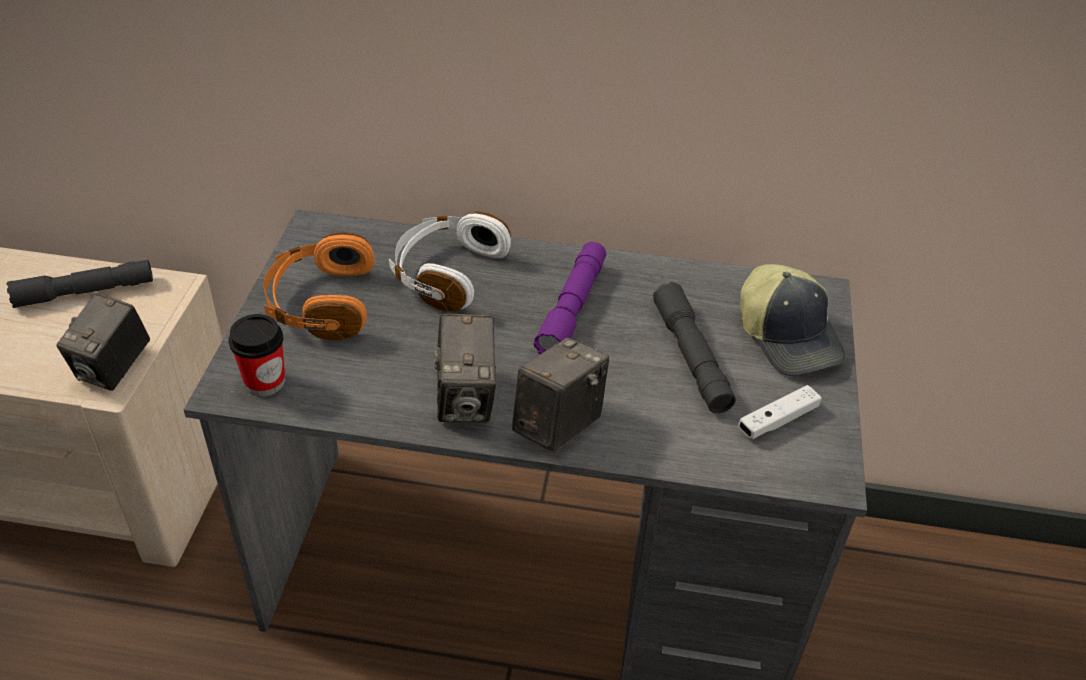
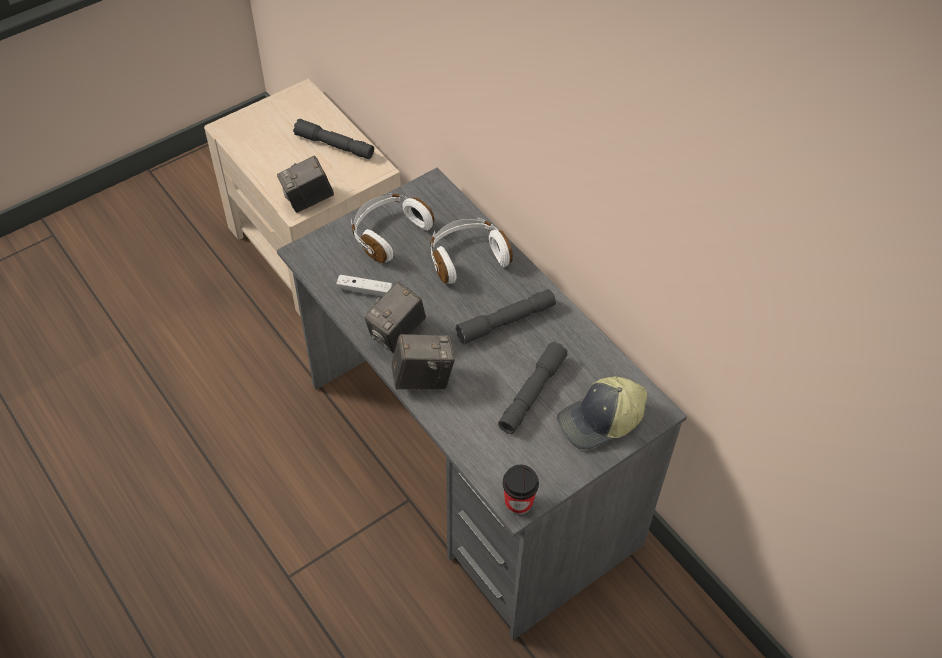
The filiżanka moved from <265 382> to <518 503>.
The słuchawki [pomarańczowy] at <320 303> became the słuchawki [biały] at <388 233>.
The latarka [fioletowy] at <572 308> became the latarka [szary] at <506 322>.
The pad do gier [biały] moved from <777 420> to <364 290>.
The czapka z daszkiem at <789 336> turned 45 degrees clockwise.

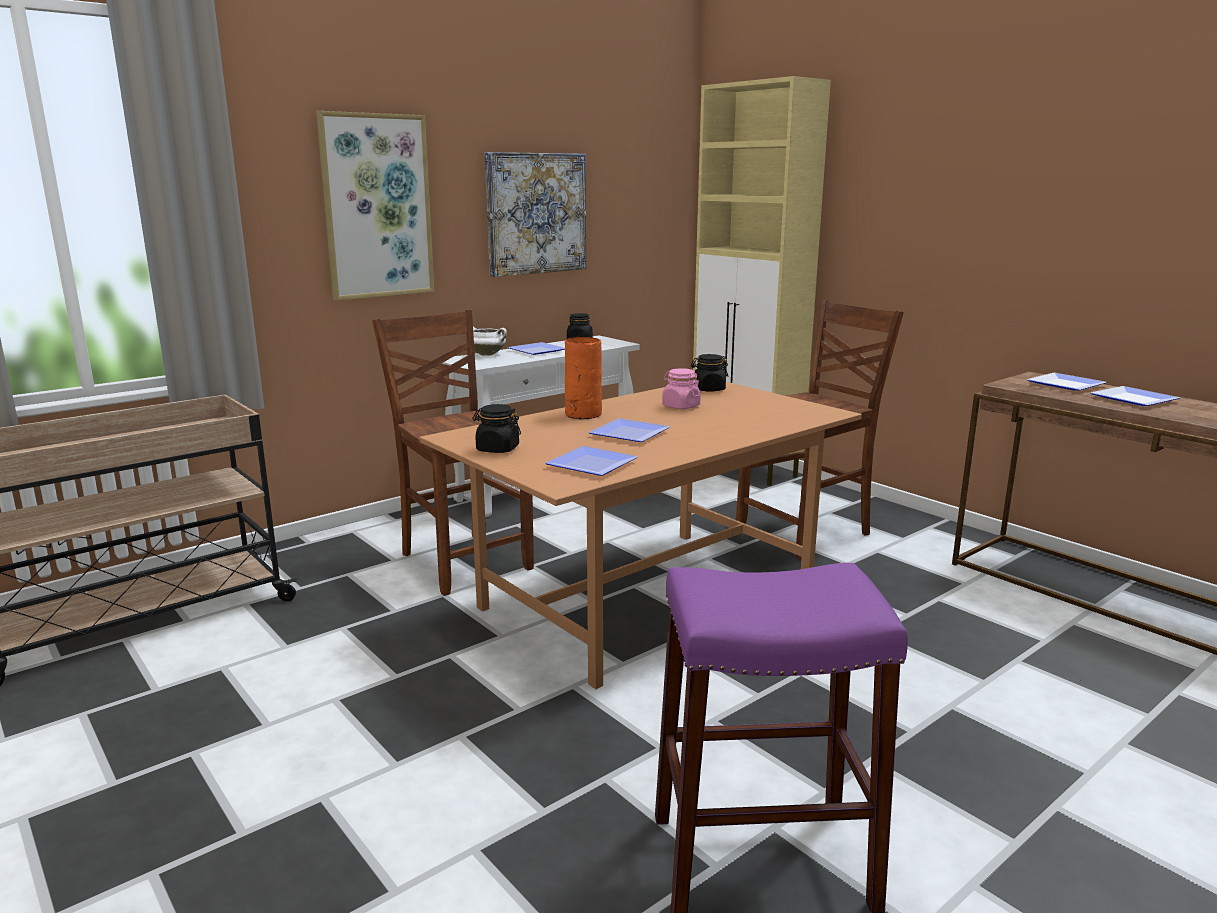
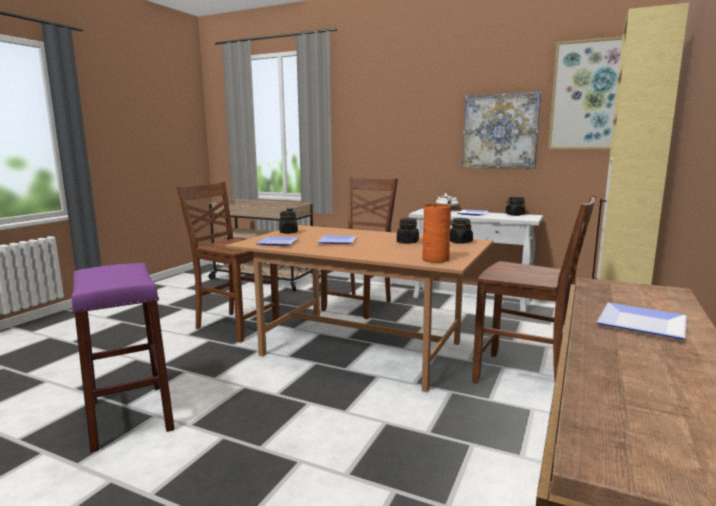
The obraz moved from <377 207> to <587 95>.
The wazon [pomarańczowy] moved from <582 414> to <434 259>.
The słoik [różowy] at <680 406> became the słoik [czarny] at <407 242>.
The talerz at <1068 385> disappeared.
The krzesło [brązowy] at <236 326> appeared.

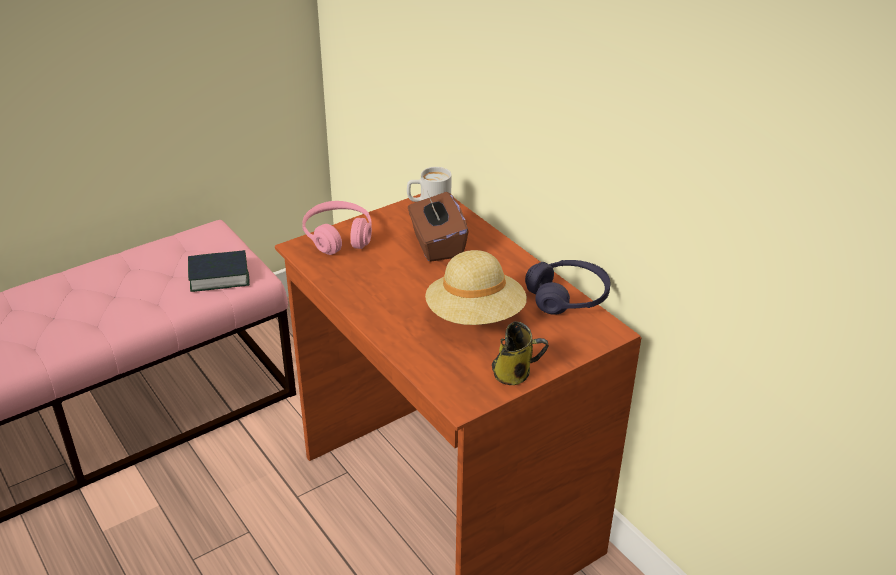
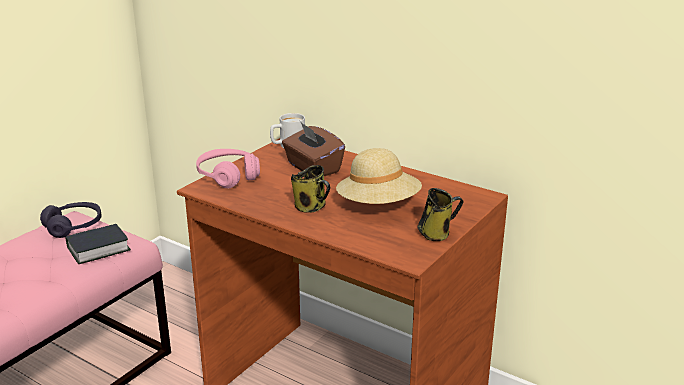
The słuchawki [fioletowy] moved from <567 297> to <74 226>.
The kubek at <311 207> appeared.

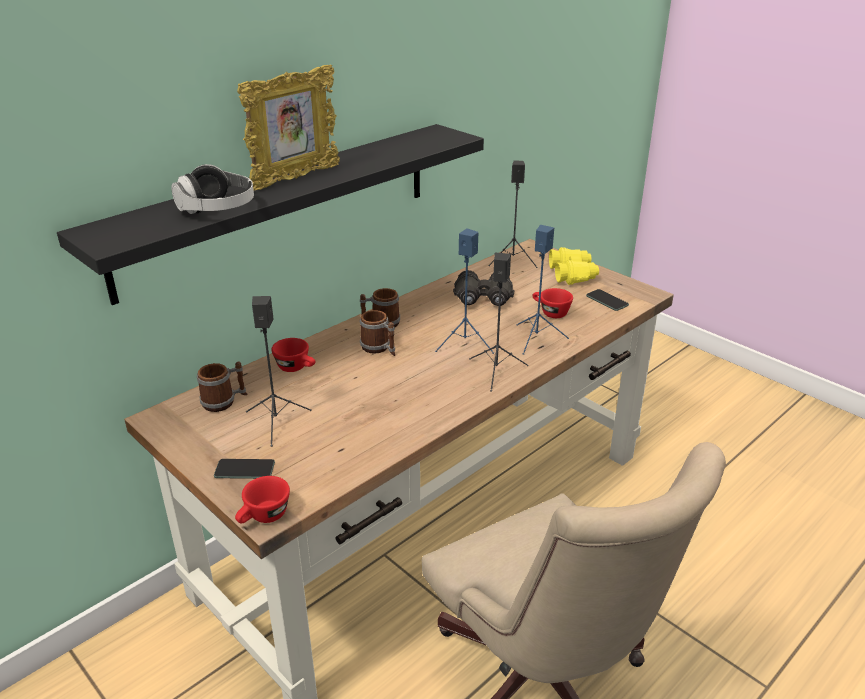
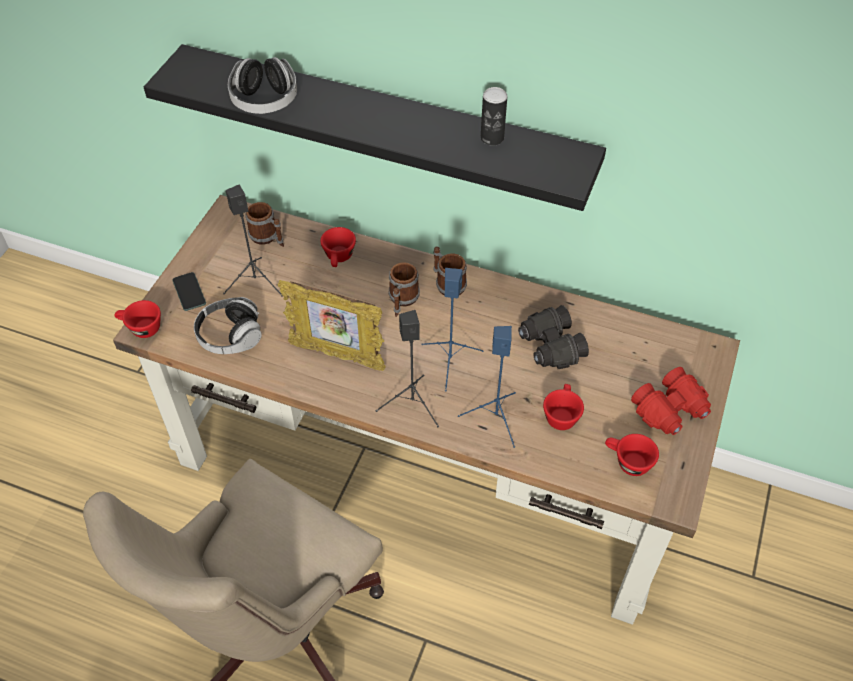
The ramka na zdjęcie moved from <295 178> to <337 356>.
The głośnik [czarny] at <513 260> disappeared.
The lornetka [żółty] at <572 274> became the lornetka [czerwony] at <671 410>.
The telefon at <607 300> was replaced by the filiżanka [czerwony] at <627 462>.
The słuchawki at <230 336> appeared.
The puszka at <492 138> appeared.

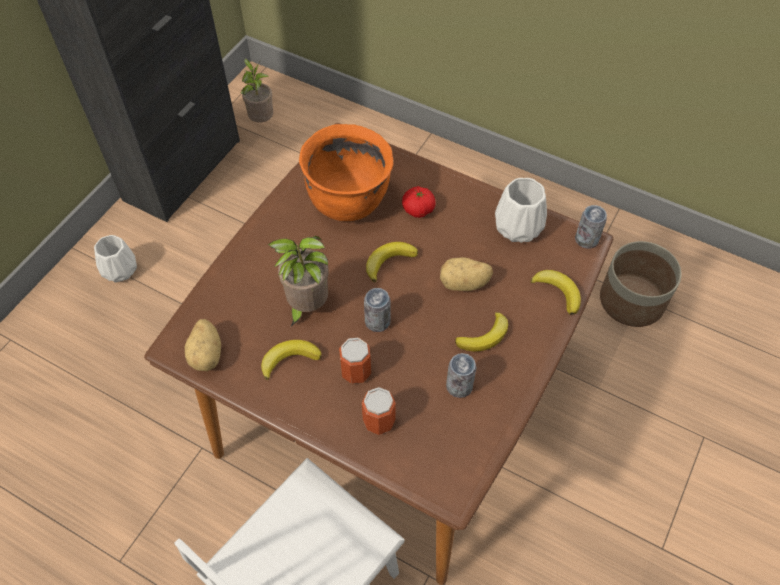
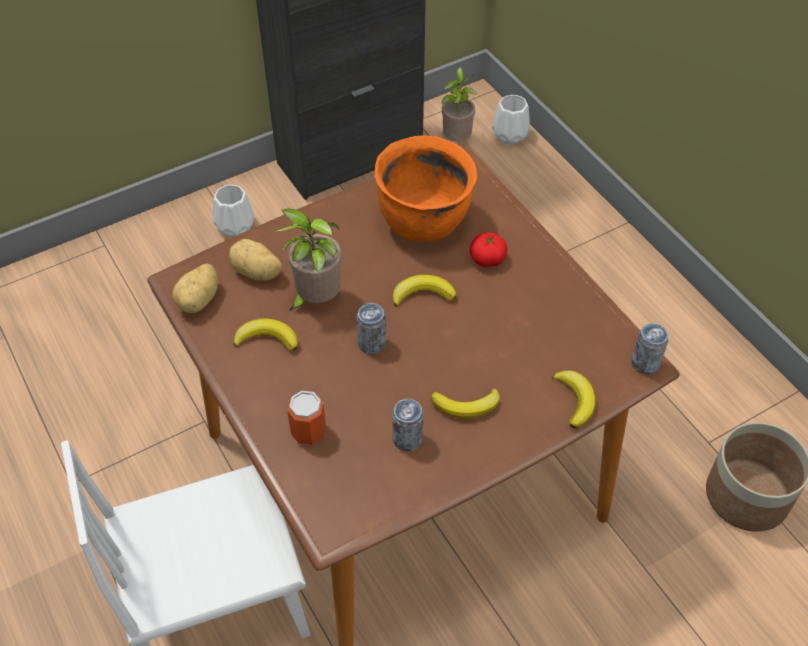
The puszka at <356 371> disappeared.
The ziemniak moved from <464 284> to <257 273>.
The wazon [biały] moved from <518 226> to <510 134>.

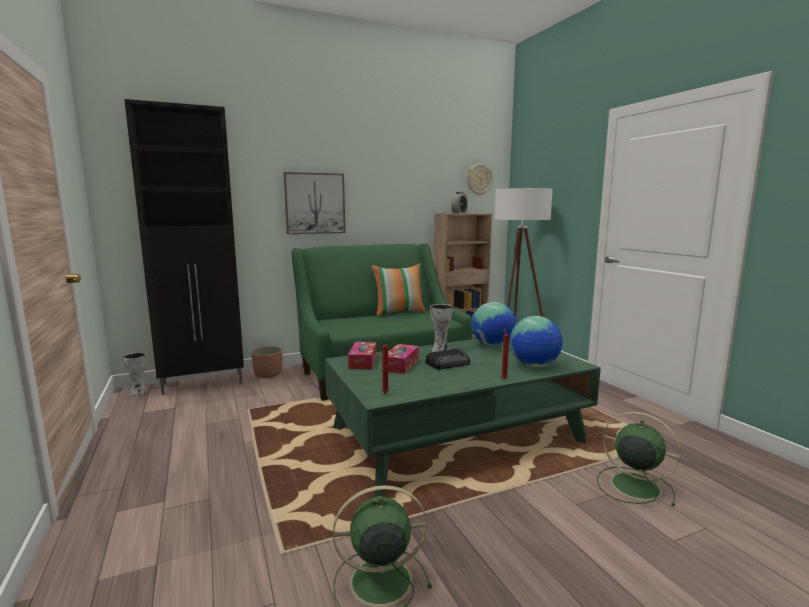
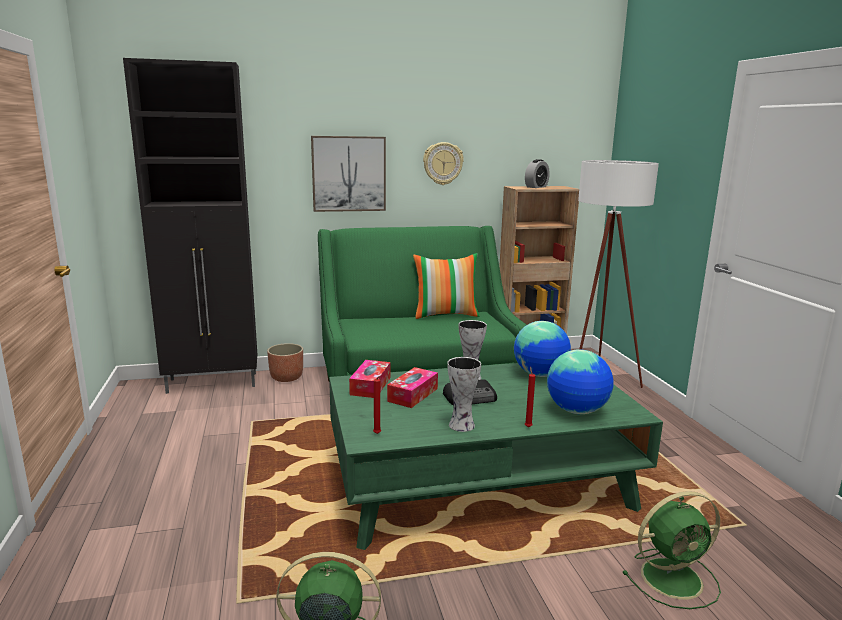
The wazon moved from <138 392> to <461 426>.
The zegar ścienny moved from <479 179> to <442 163>.
The wentylator [zielony] at <632 486> turned 120 degrees clockwise.

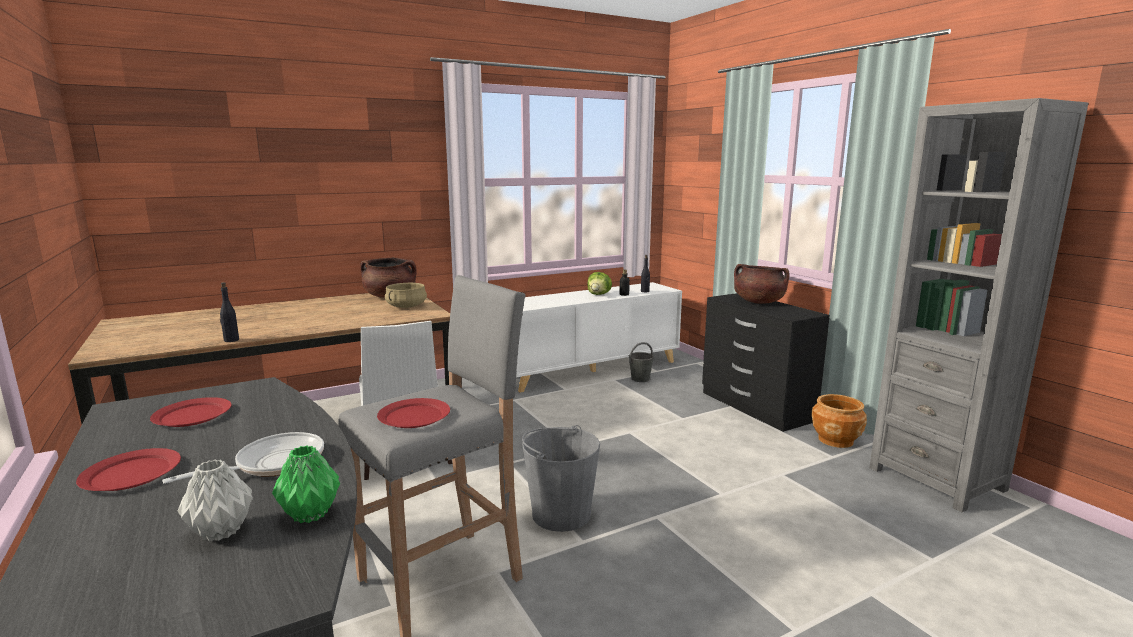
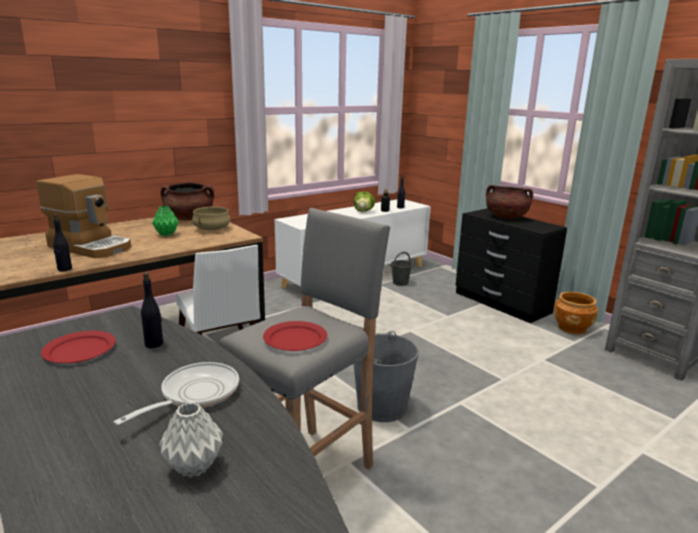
The talerz [czerwony] at <132 474> disappeared.
The wazon [zielony] moved from <309 514> to <166 234>.
The ekspres do kawy at <91 246> appeared.
The butelka [czarny] at <154 344> appeared.

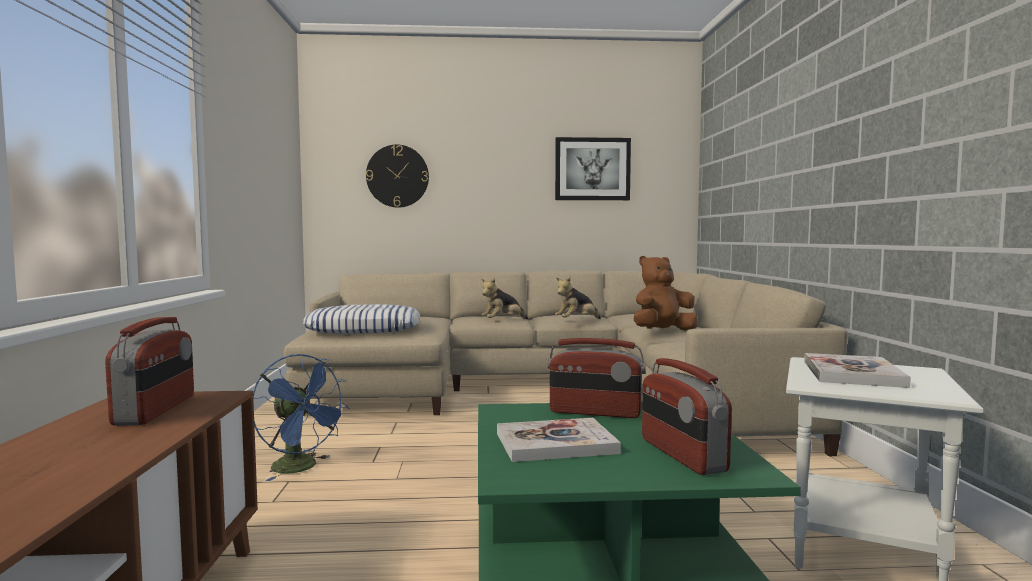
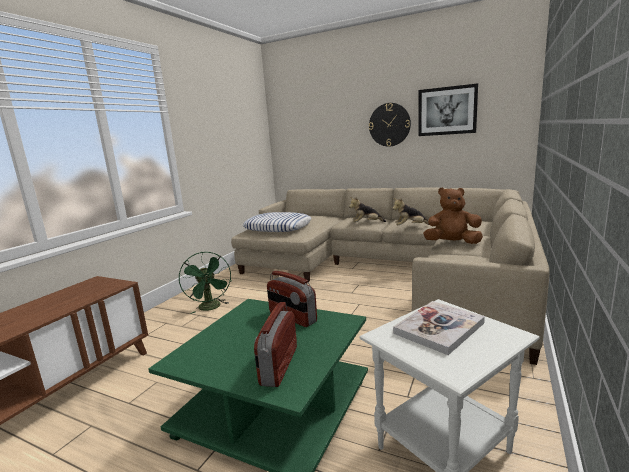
The radio at <156 410> disappeared.
The wentylator [niebieski] at <301 468> became the wentylator [zielony] at <211 308>.
The zegar ścienny moved from <397 176> to <389 124>.
The książka at <555 443> disappeared.

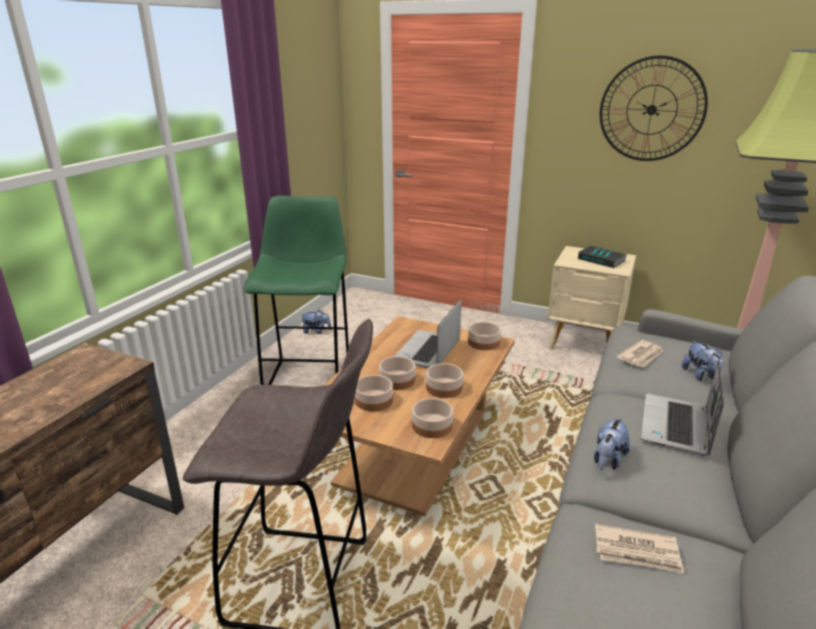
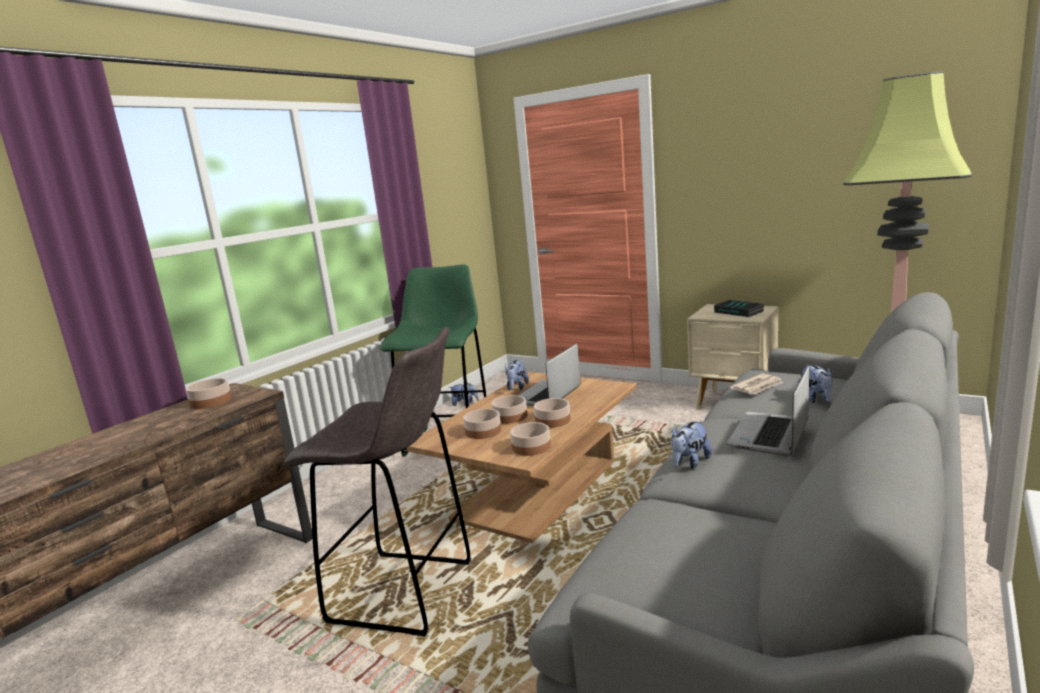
The miska moved from <484 342> to <211 401>.
The gazeta at <637 552> disappeared.
The zegar ścienny at <651 110> disappeared.
The pluszak at <516 388> appeared.

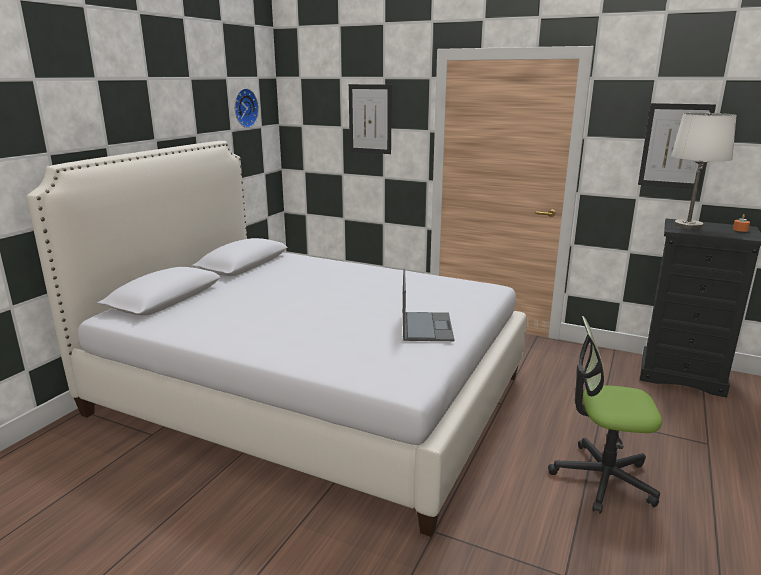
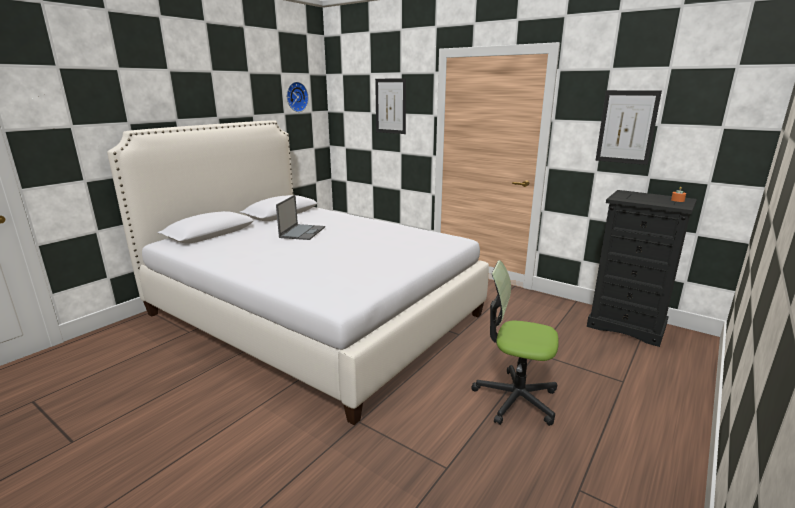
The laptop moved from <426 326> to <302 232>.
The lampa stołowa [biały] at <688 226> disappeared.

